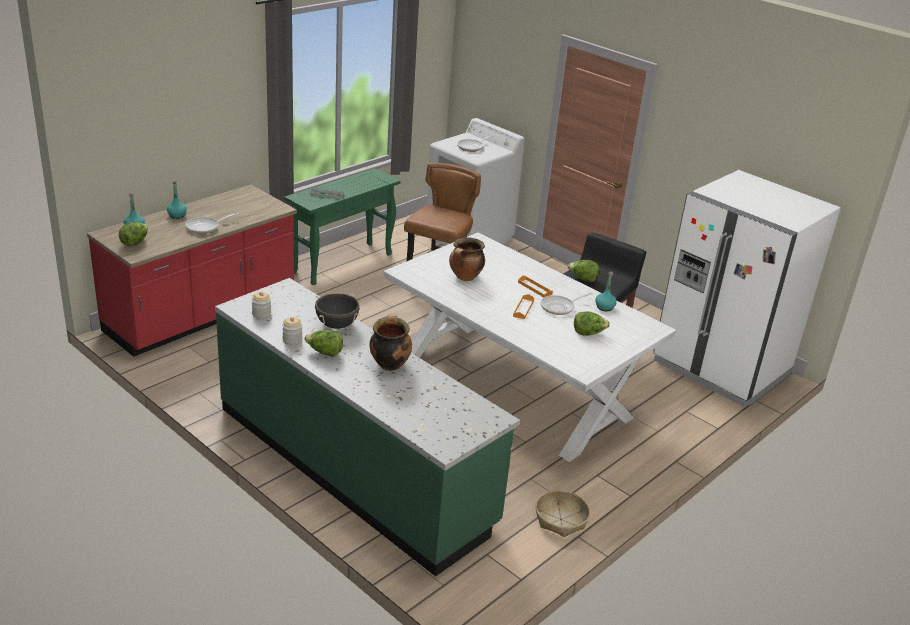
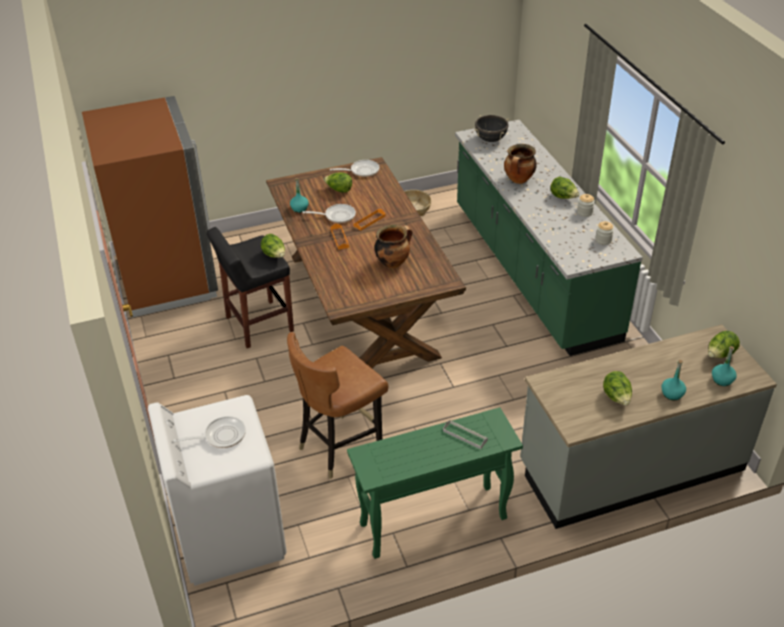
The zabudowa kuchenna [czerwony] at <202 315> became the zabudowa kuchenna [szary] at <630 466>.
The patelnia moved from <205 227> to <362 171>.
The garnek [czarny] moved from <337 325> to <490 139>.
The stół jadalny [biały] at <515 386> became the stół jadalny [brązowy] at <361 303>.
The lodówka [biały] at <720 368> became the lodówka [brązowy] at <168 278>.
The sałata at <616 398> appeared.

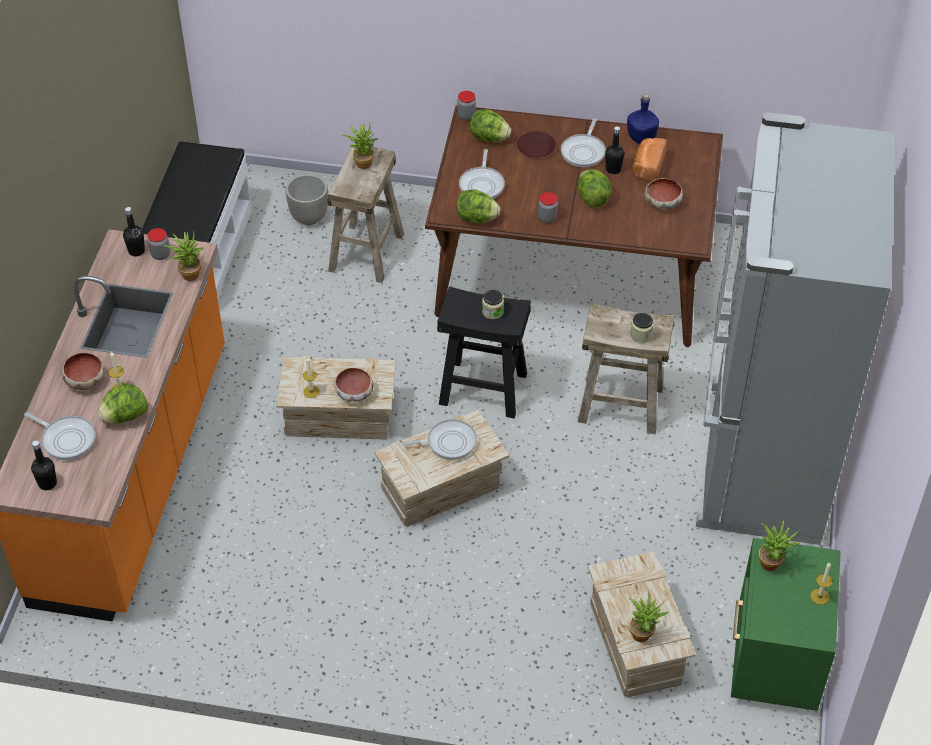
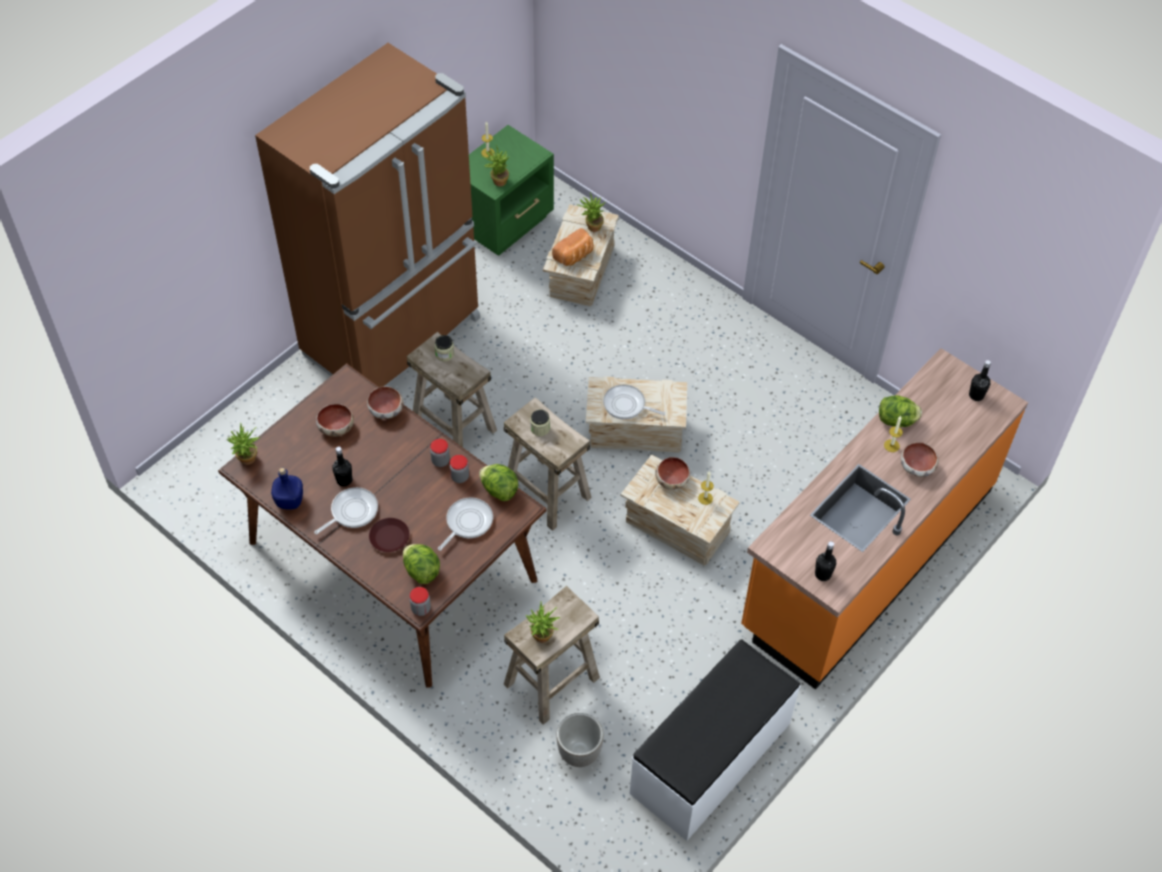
The patelnia at <66 439> disappeared.
The słoik moved from <160 254> to <460 477>.
The roślina doniczkowa moved from <188 273> to <248 461>.
The stołek [czarny] at <482 389> became the stołek [beżowy] at <547 493>.
The sałata at <592 198> disappeared.
The chleb moved from <647 168> to <574 256>.
The lodówka [szary] at <760 462> became the lodówka [brązowy] at <395 337>.
The miska at <386 410> appeared.

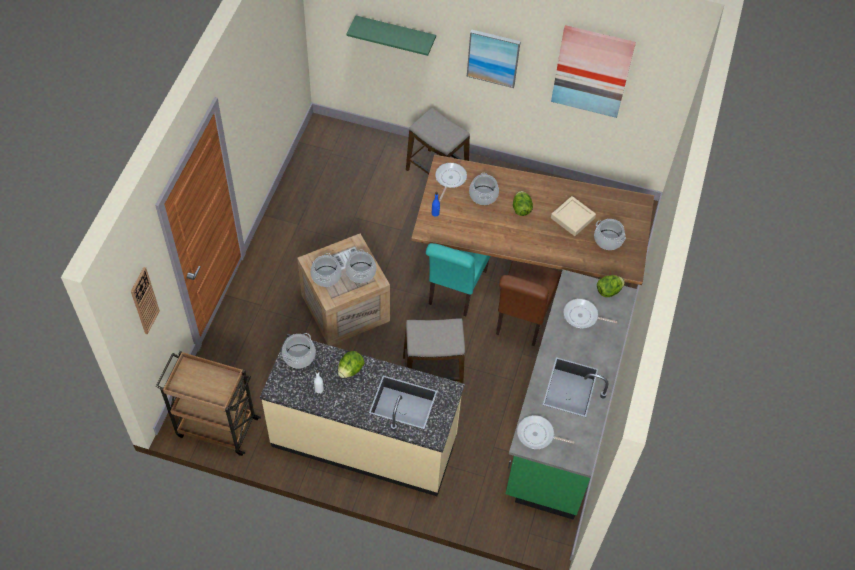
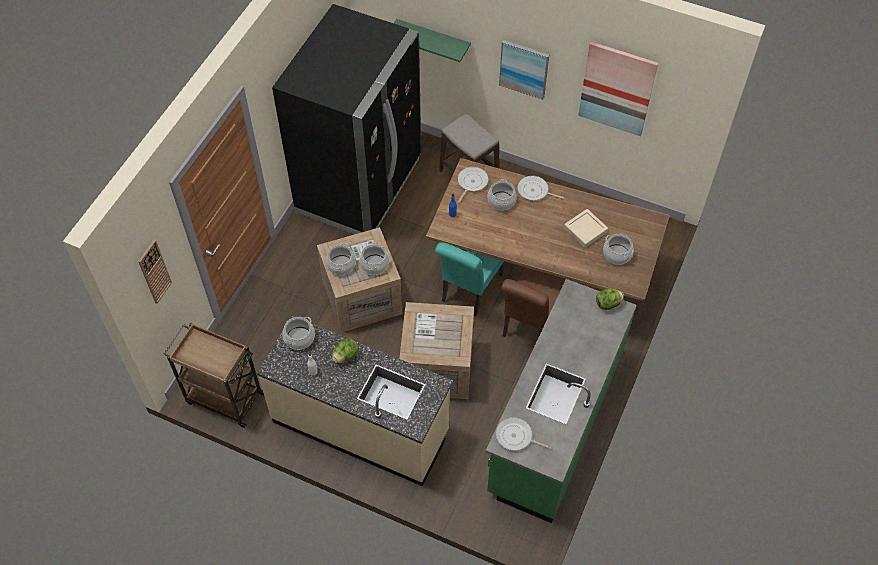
The stołek at <432 373> was replaced by the skrzynka at <436 368>.
The sałata at <521 209> disappeared.
The patelnia moved from <582 316> to <534 191>.
The lodówka [czarny] at <360 185> appeared.

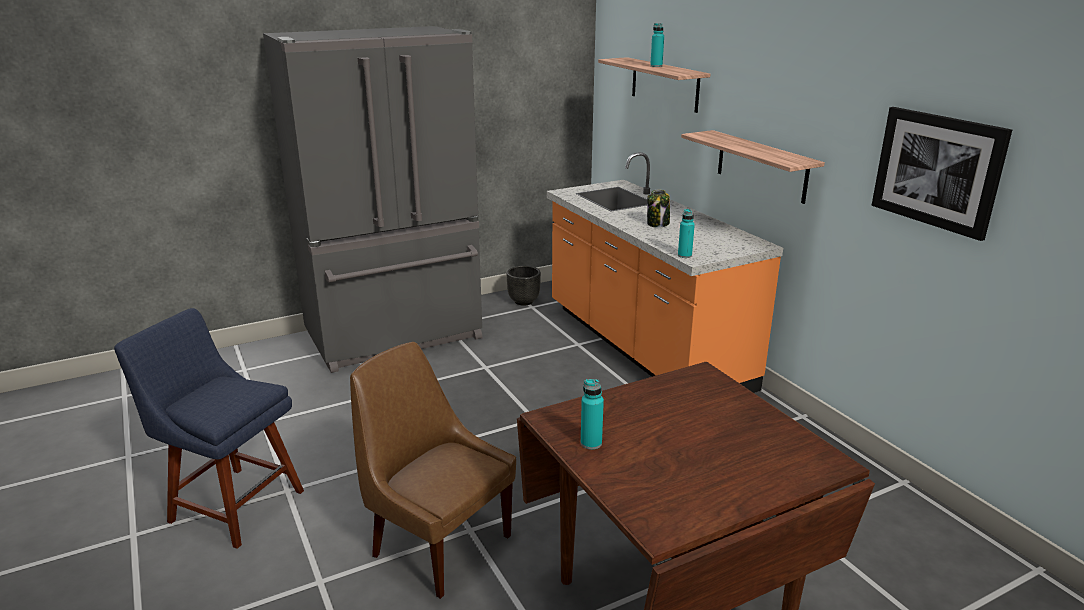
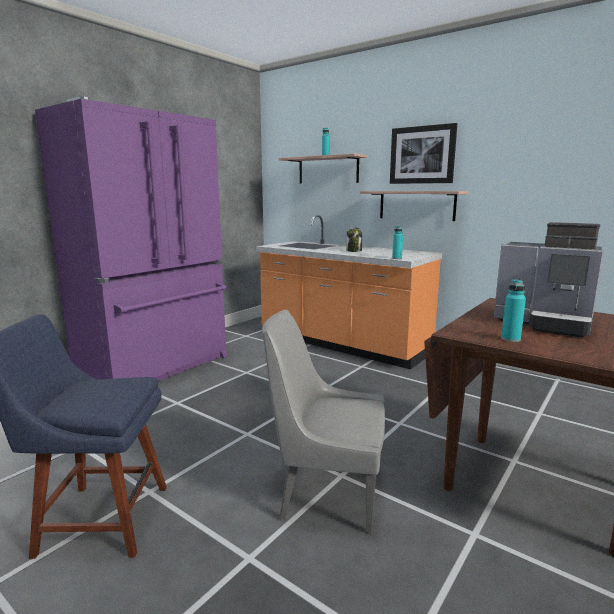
The lodówka [szary] at <396 337> became the lodówka [fioletowy] at <157 367>.
The krzesło [brązowy] at <438 544> became the krzesło [szary] at <326 492>.
The donica [czarny] at <524 301> disappeared.
The obraz moved from <937 170> to <422 155>.
The ekspres do kawy at <545 323> appeared.

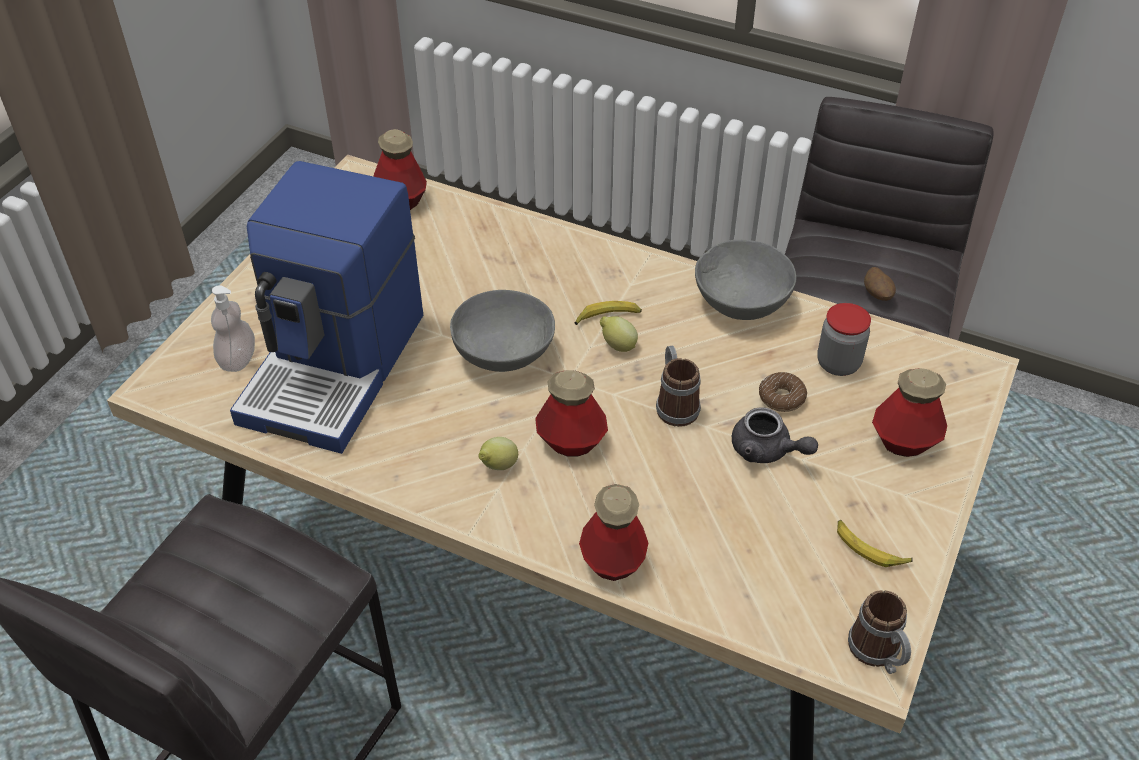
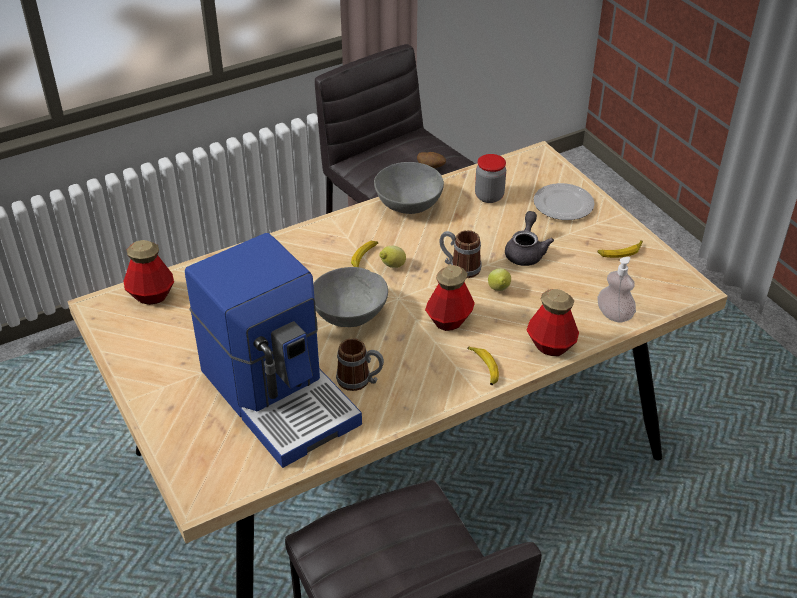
The dozownik mydła moved from <238 359> to <614 315>.
The cytryna moved from <498 466> to <499 290>.
The imbryk [szary] at <767 451> turned 60 degrees counterclockwise.
The donut at <782 397> disappeared.
The kubek moved from <878 654> to <360 380>.
The butelka at <904 442> was replaced by the talerz at <563 204>.
The banan at <484 368> appeared.

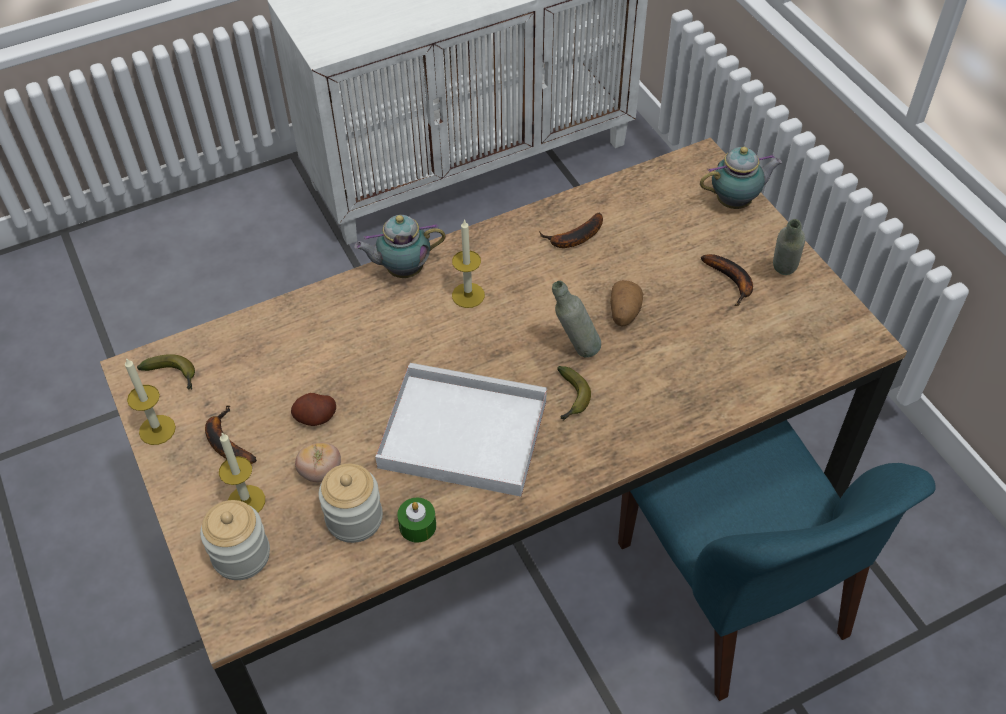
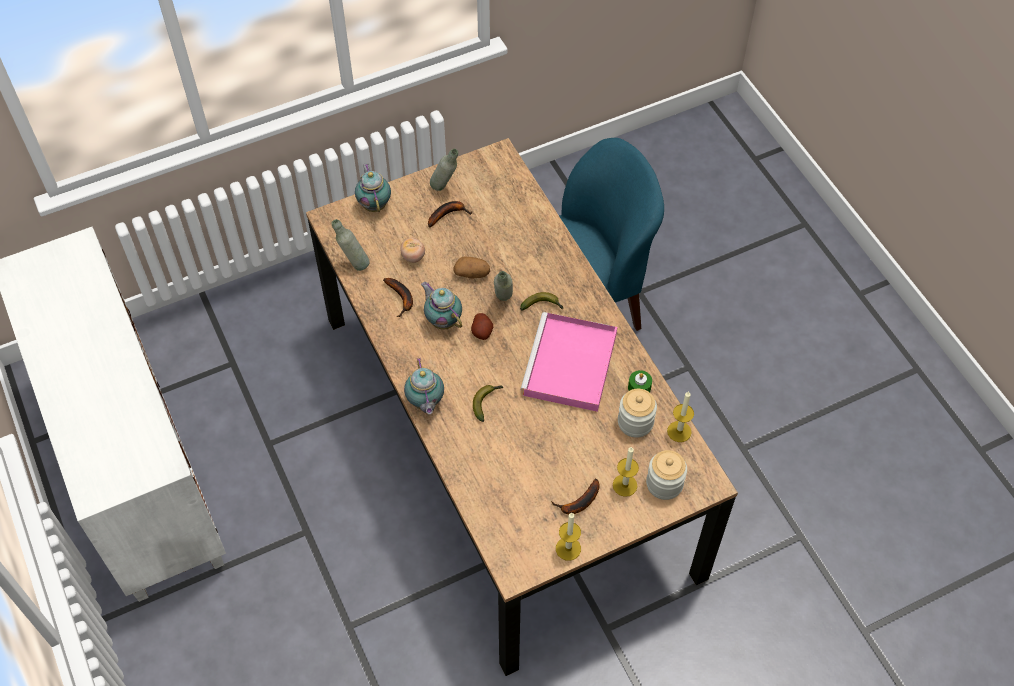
The banan moved from <173 376> to <487 402>.
The ziemniak moved from <315 417> to <482 331>.
The pomidor moved from <320 472> to <413 257>.
The taca [biały] at <459 434> became the taca [różowy] at <570 366>.
The świeca moved from <468 295> to <679 431>.
The butelka [szary] at <354 264> appeared.
The imbryk at <443 320> appeared.

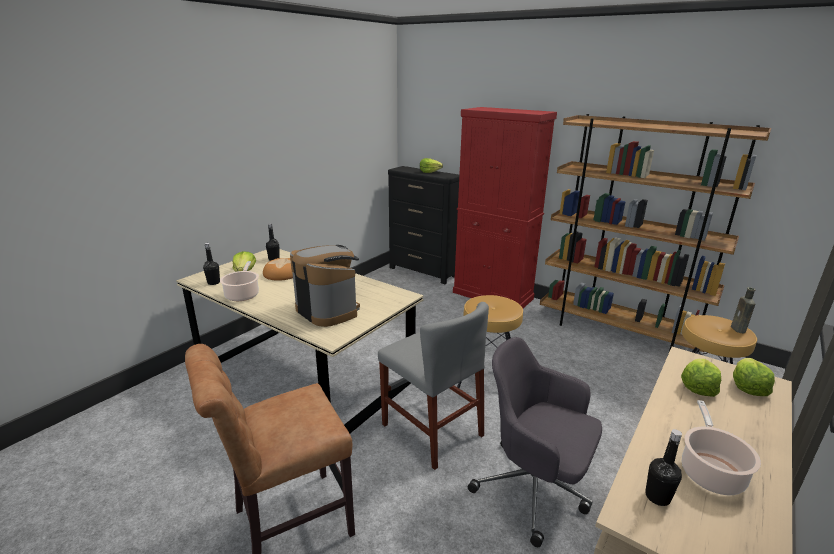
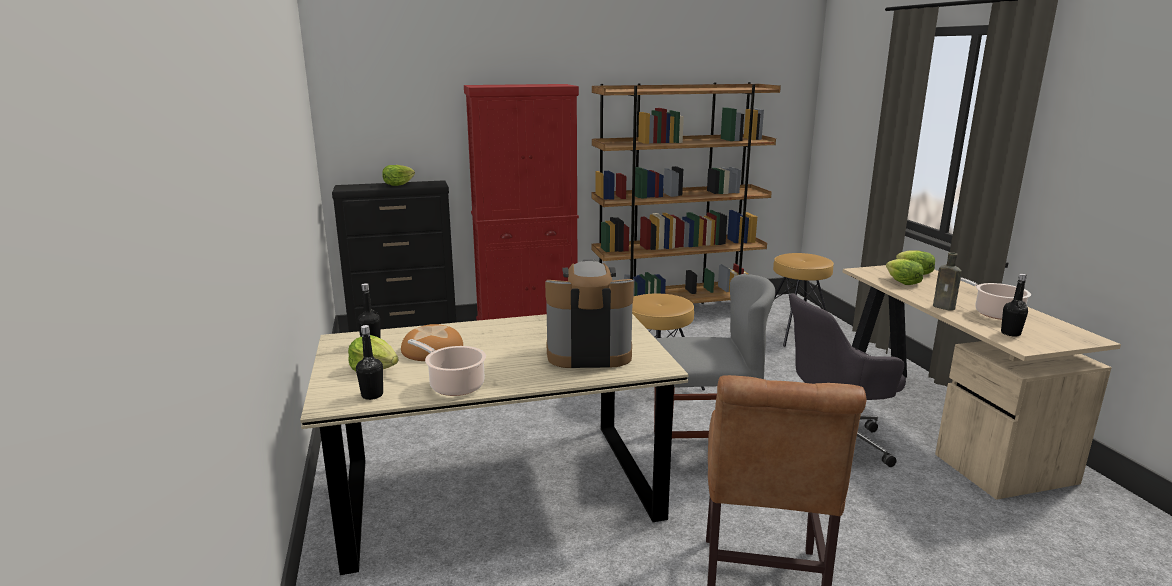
The butelka [brązowy] moved from <738 330> to <945 307>.

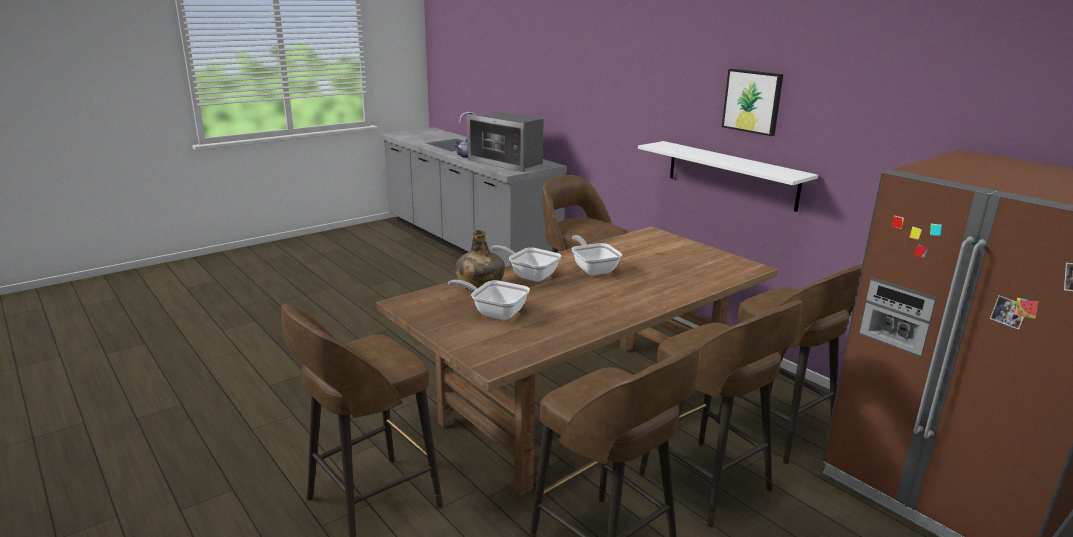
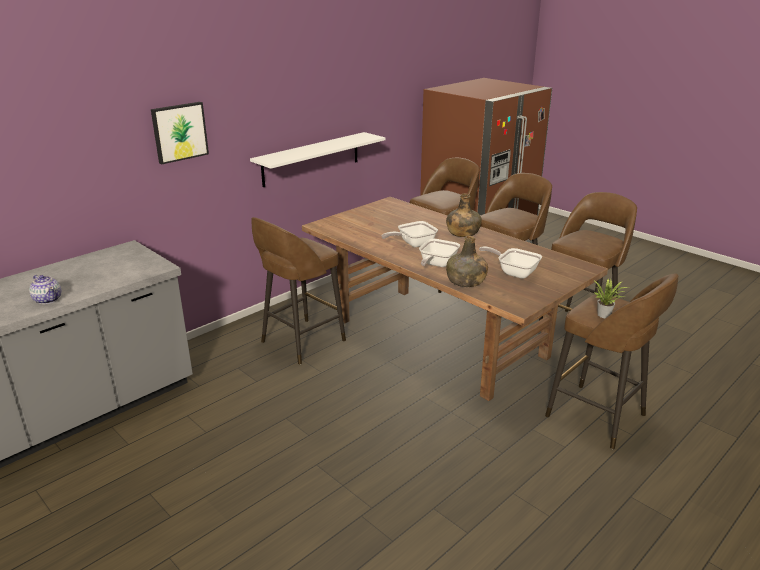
The patelnia at <495 312> turned 105 degrees clockwise.
The mikrofalówka at <507 162> disappeared.
The obraz moved from <753 101> to <179 132>.
The butelka [zielony] at <462 233> appeared.
The roślina doniczkowa at <605 315> appeared.

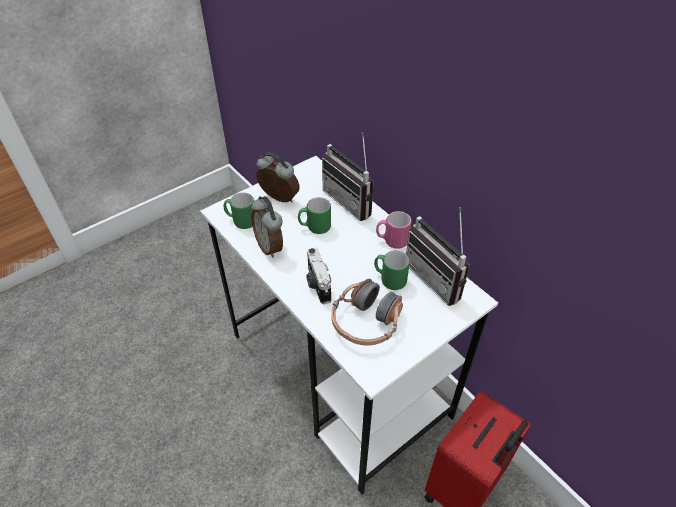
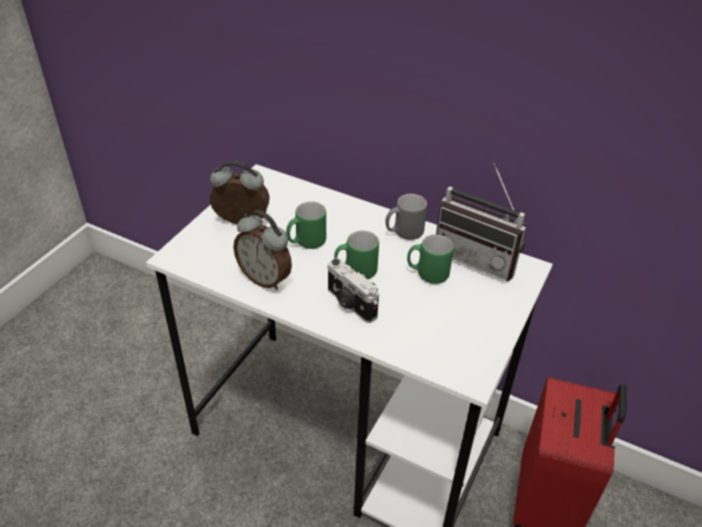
The kubek [zielony] moved from <241 221> to <355 271>.
The radio at <353 201> disappeared.
The słuchawki at <366 322> disappeared.
The kubek [różowy] at <391 241> became the kubek [szary] at <403 233>.

